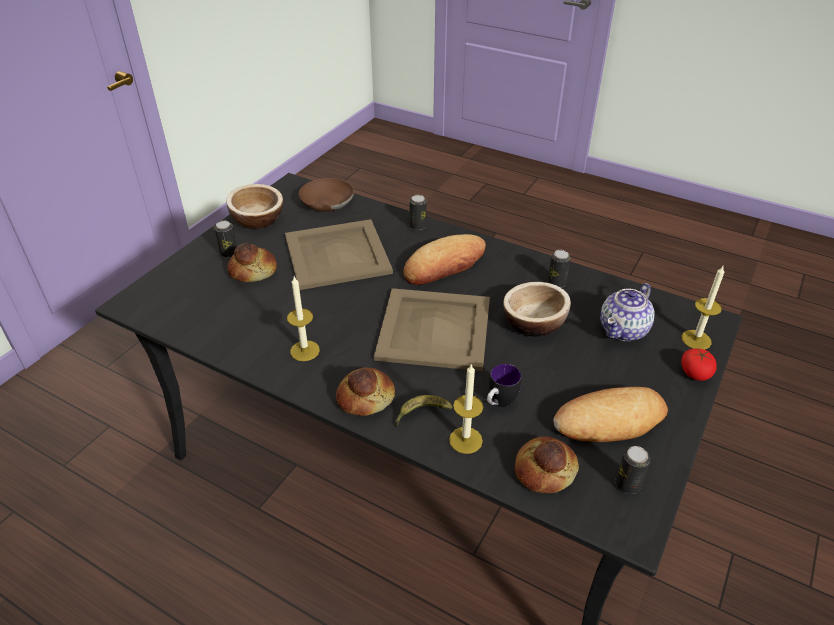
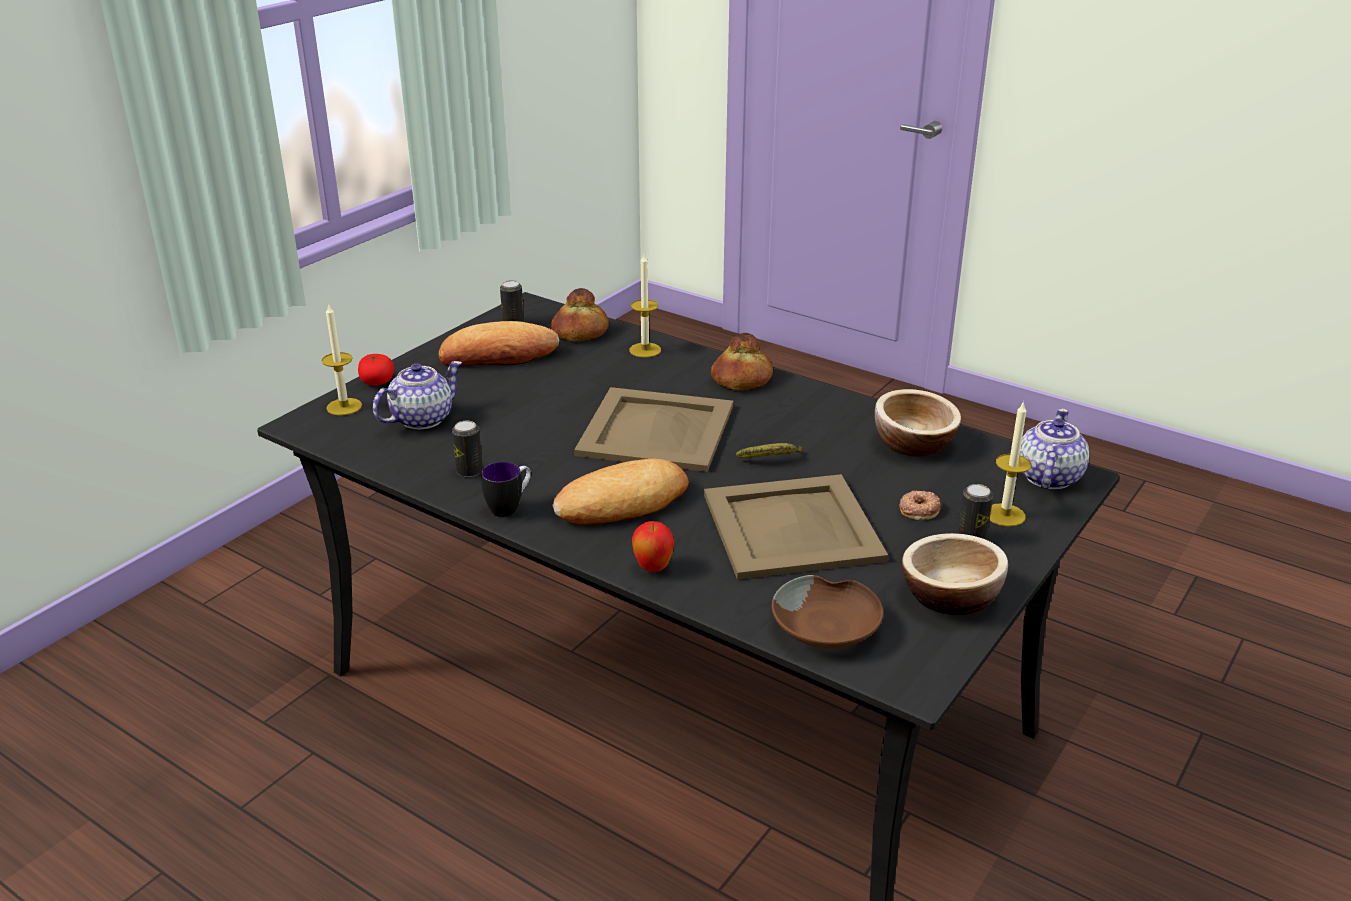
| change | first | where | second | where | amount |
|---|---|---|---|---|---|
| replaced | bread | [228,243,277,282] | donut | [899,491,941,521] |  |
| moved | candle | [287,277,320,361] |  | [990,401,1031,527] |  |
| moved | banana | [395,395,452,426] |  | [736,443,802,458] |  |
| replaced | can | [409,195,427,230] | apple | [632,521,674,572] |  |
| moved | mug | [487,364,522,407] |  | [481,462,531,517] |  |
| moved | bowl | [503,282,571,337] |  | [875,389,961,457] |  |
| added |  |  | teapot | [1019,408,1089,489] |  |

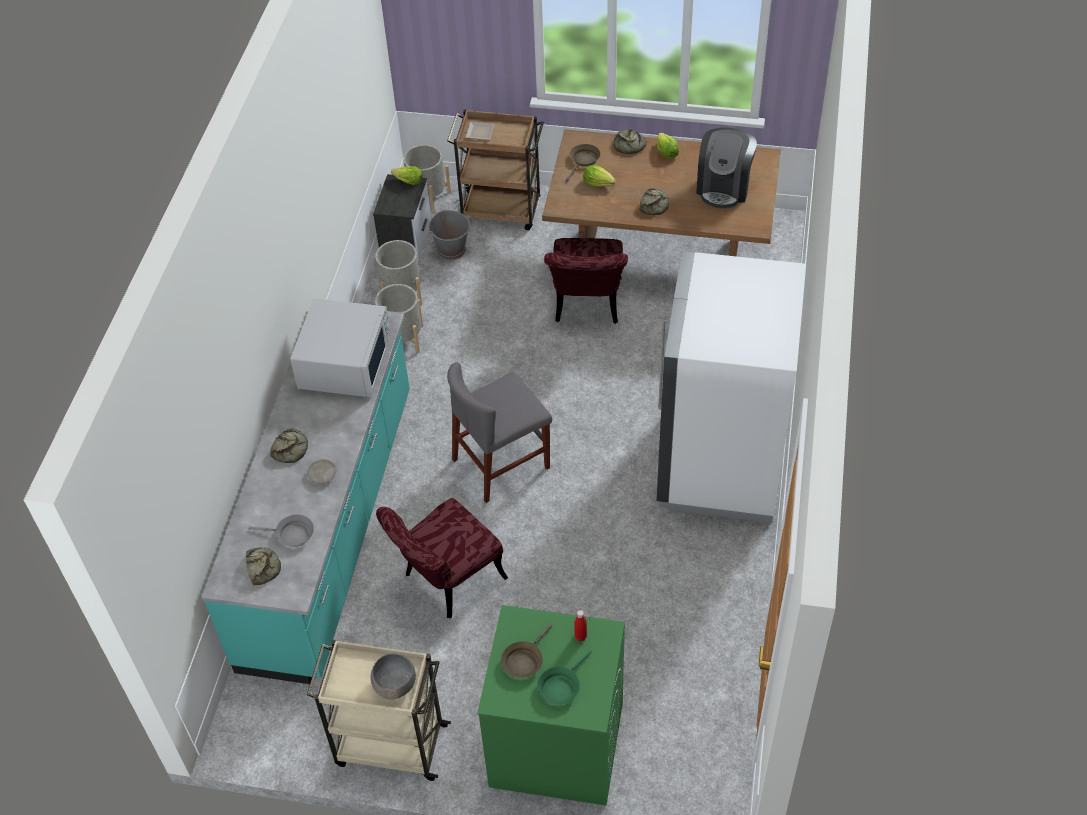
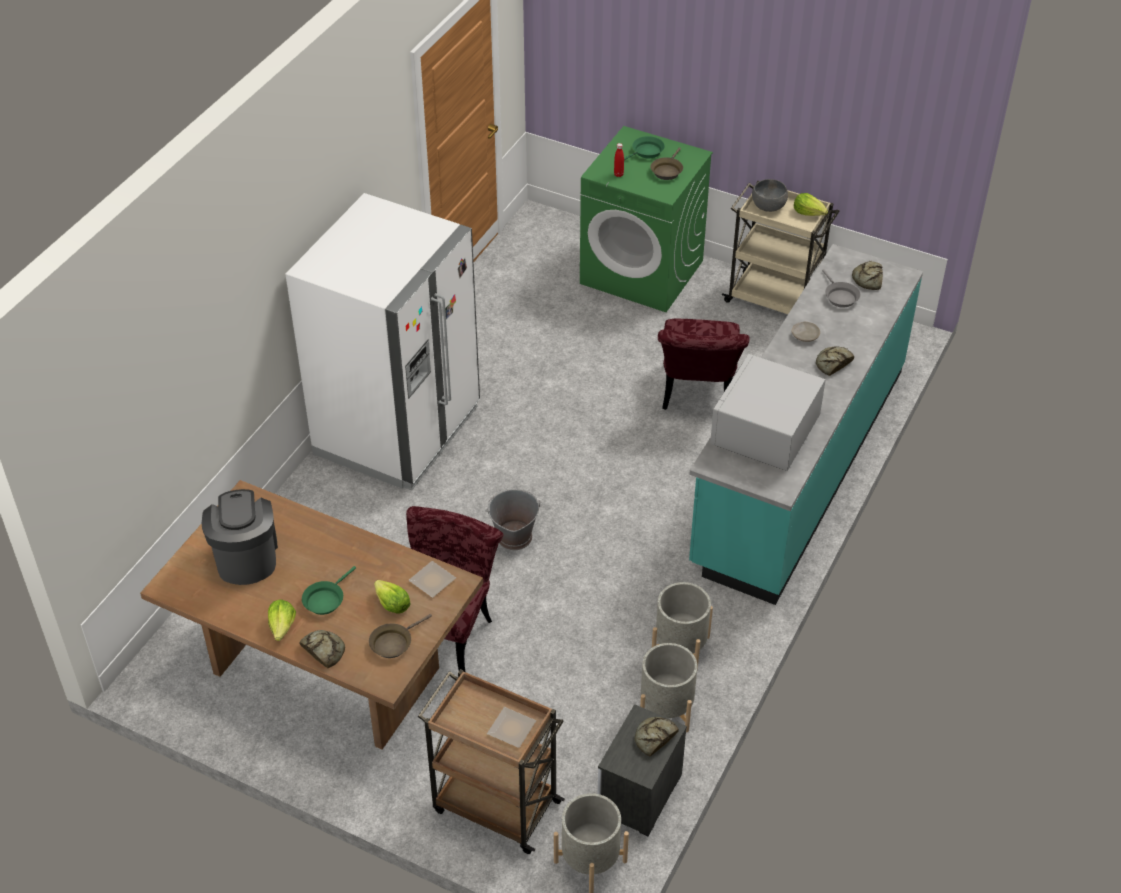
| change | first | where | second | where | amount |
|---|---|---|---|---|---|
| turned | frying pan (grey) | [248,514,314,547] |  | [822,269,860,308] | 135 degrees counterclockwise |
| turned | chair (red) | [376,498,508,618] |  | [658,318,749,410] | 120 degrees clockwise |
| moved | lettuce | [391,166,423,185] |  | [794,193,828,216] |  |
| moved | bucket (grey) | [429,210,471,260] |  | [485,489,542,550] |  |
| removed | chair (grey) | [447,362,552,503] |  |  |  |
| turned | frying pan (brown) | [501,623,553,678] |  | [651,147,683,180] | 150 degrees clockwise |
| moved | bread | [639,188,669,215] |  | [635,717,679,756] |  |
| turned | coffee machine | [696,127,757,209] |  | [202,489,278,585] | 45 degrees counterclockwise |
| added |  |  | frying pan (green) | [302,566,356,615] |  |
| added |  |  | plate | [409,561,456,598] |  |

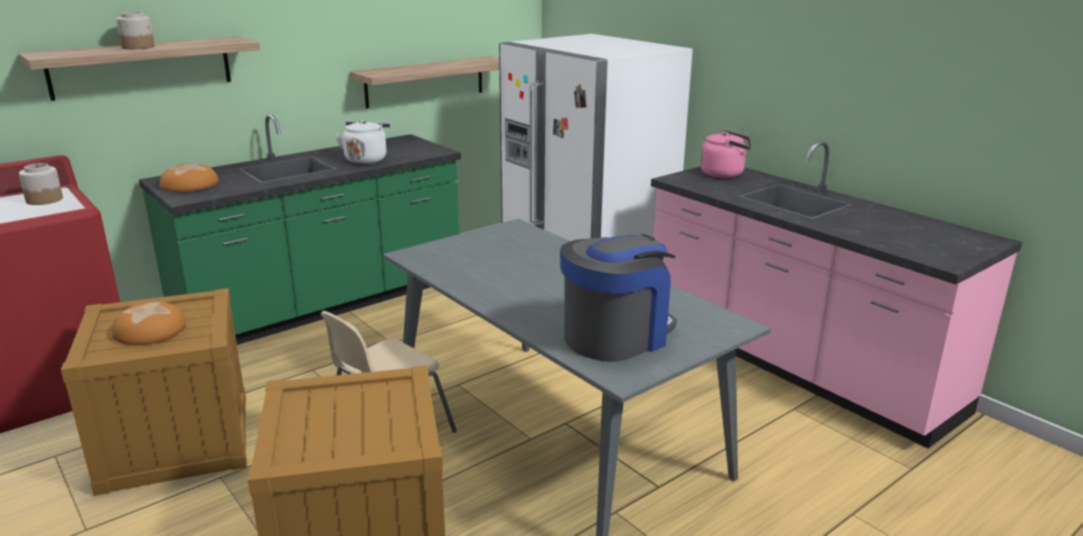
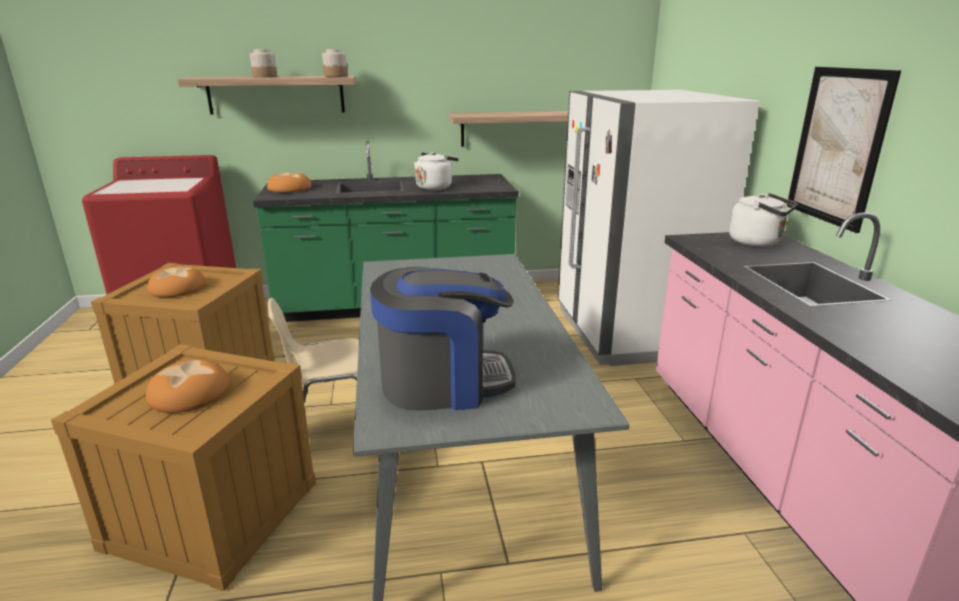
| change | first | where | second | where | amount |
|---|---|---|---|---|---|
| moved | jar | [19,163,63,205] |  | [322,49,348,77] |  |
| recoloured | kettle (pink) | [700,130,751,178] | kettle (white) | [729,193,797,247] |  |
| added |  |  | bread | [146,360,231,413] |  |
| added |  |  | picture | [787,67,901,233] |  |

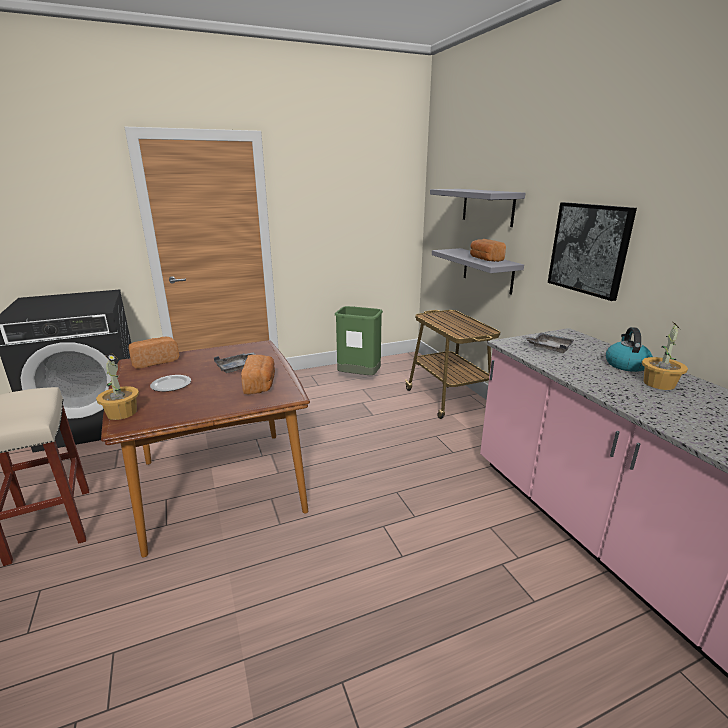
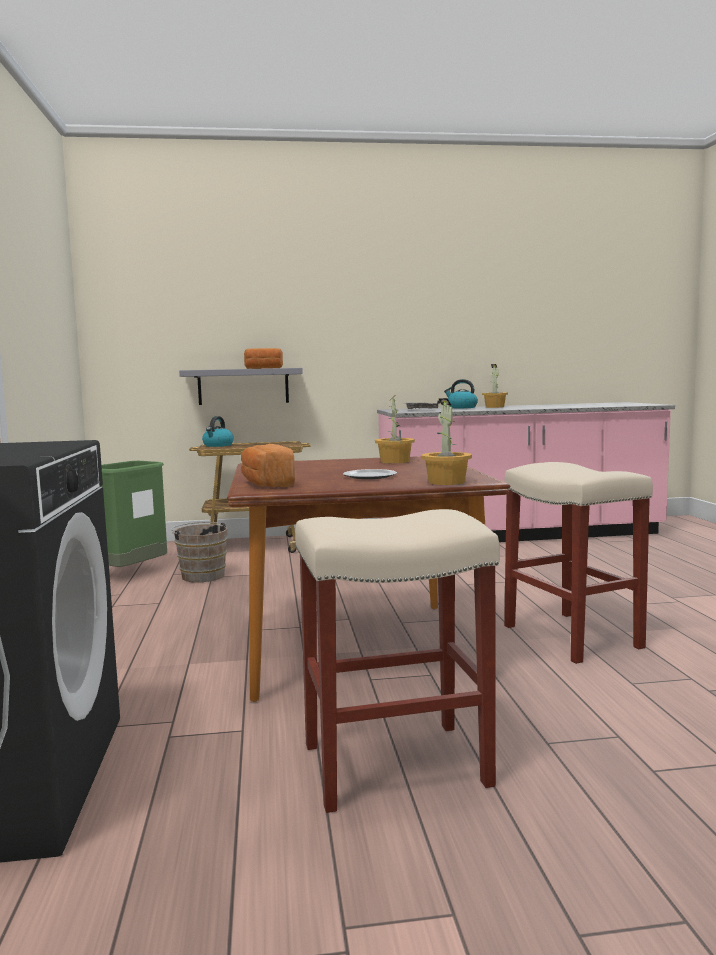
| change | first | where | second | where | amount |
|---|---|---|---|---|---|
| removed | tray (grey) | [214,352,256,373] |  |  |  |
| replaced | bread | [241,355,275,395] | potted plant | [375,398,415,463] |  |
| removed | shelf (grey) | [430,189,525,227] |  |  |  |
| removed | picture | [548,202,637,301] |  |  |  |
| added |  |  | bucket (brown) | [171,522,228,582] |  |
| added |  |  | kettle | [202,416,234,447] |  |
| added |  |  | stool (beige) | [504,462,653,664] |  |

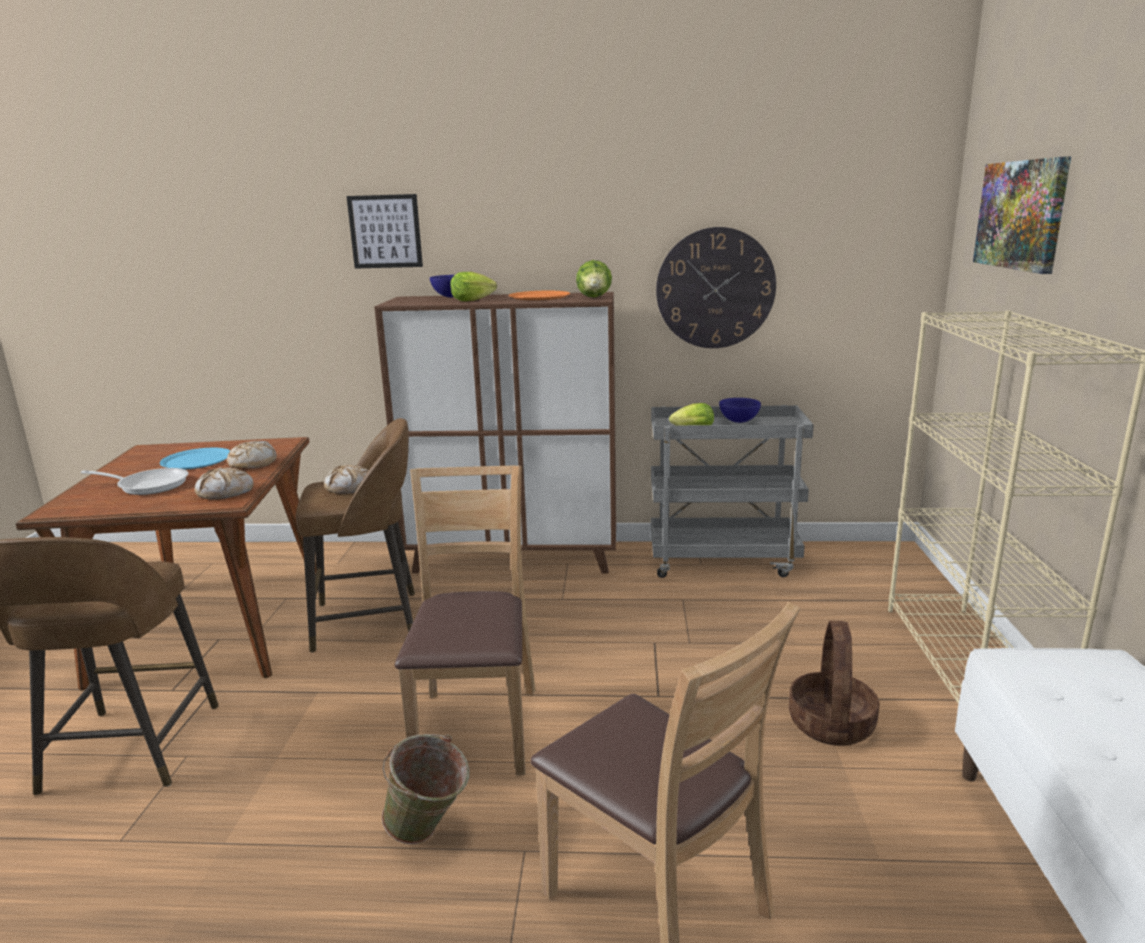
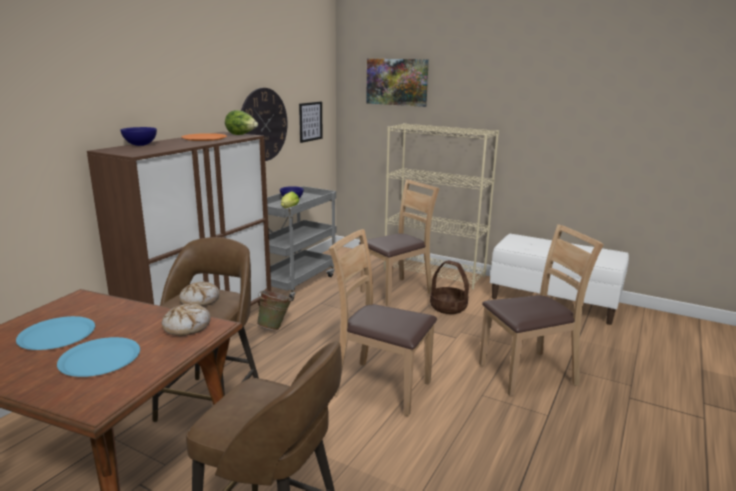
| change | first | where | second | where | amount |
|---|---|---|---|---|---|
| replaced | frying pan | [81,468,188,495] | plate (blue) | [57,337,140,377] |  |
| removed | bread | [227,441,277,468] |  |  |  |
| moved | picture | [346,194,423,269] |  | [299,102,323,143] |  |
| moved | bucket (green) | [382,734,469,844] |  | [257,289,292,330] |  |
| removed | lettuce | [450,272,497,301] |  |  |  |
| added |  |  | chair (brown) | [359,179,440,307] |  |

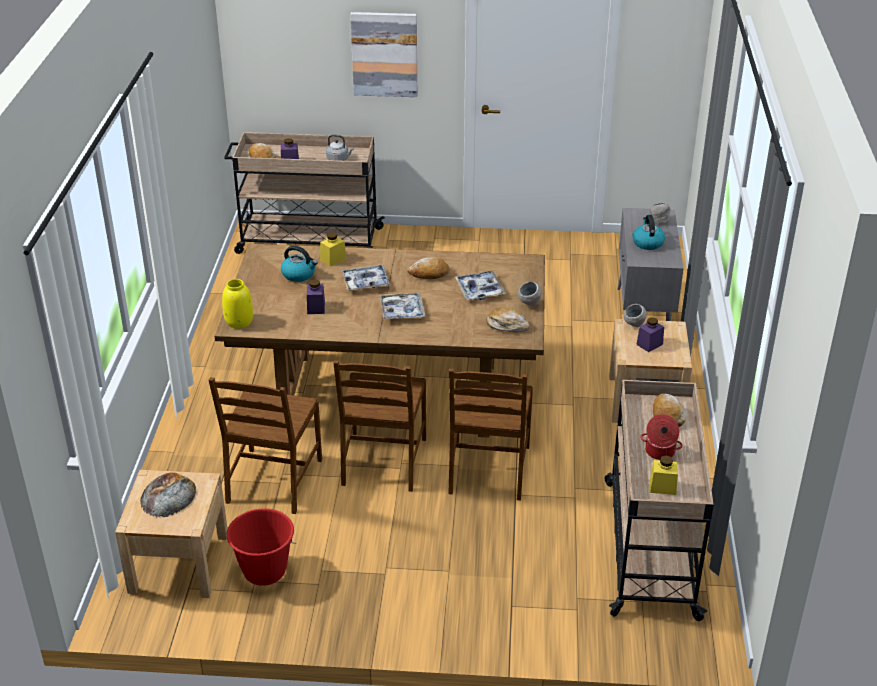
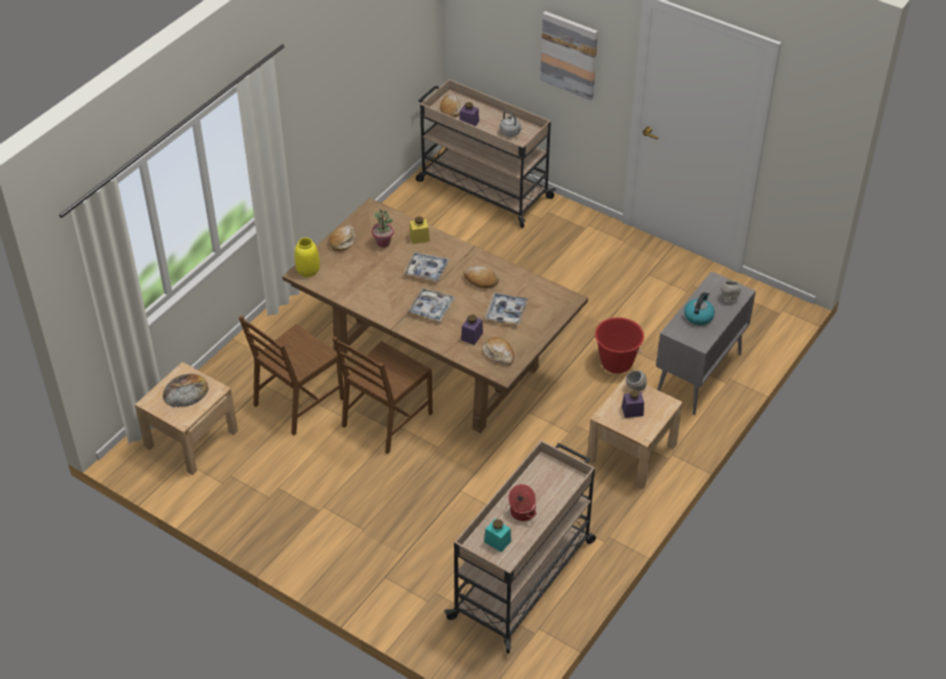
| change | first | where | second | where | amount |
|---|---|---|---|---|---|
| moved | bucket (red) | [227,508,296,586] |  | [595,317,644,373] |  |
| replaced | kettle | [281,246,318,282] | potted plant | [372,210,394,248] |  |
| moved | jar (purple) | [307,279,325,314] |  | [461,314,483,345] |  |
| removed | chair (brown) | [448,368,533,500] |  |  |  |
| removed | bowl (grey) | [518,282,542,306] |  |  |  |
| recoloured | jar (yellow) | [650,455,678,495] | jar (turquoise) | [484,519,511,552] |  |
| moved | bread | [653,394,686,427] |  | [329,225,356,252] |  |

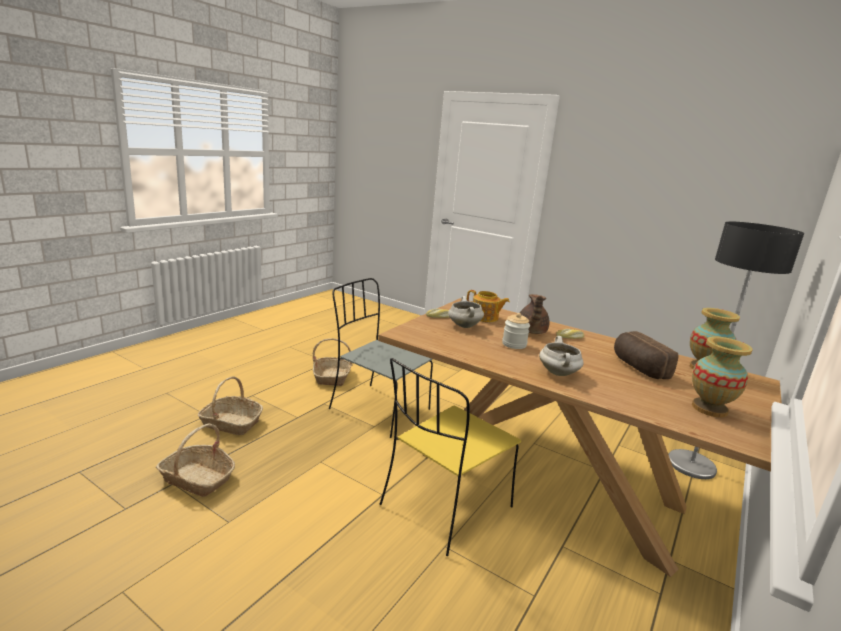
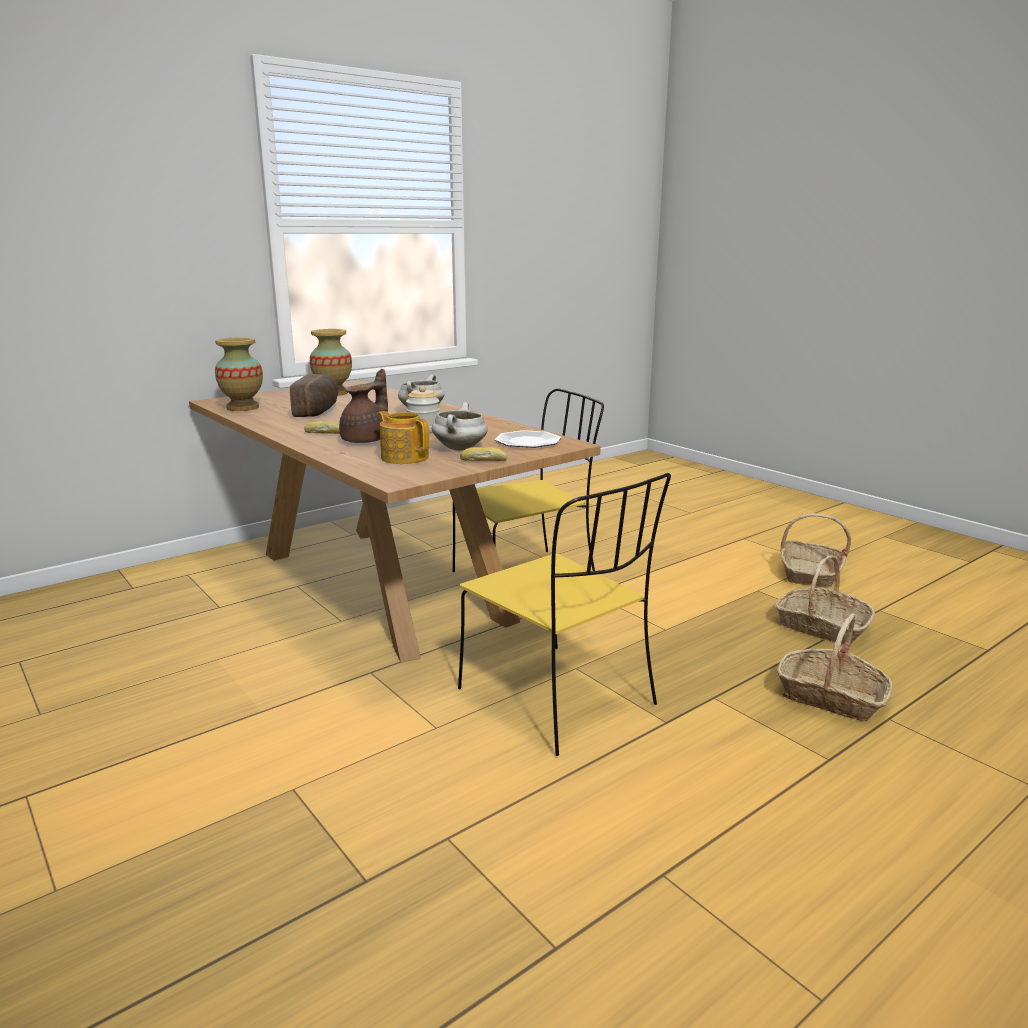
| change | first | where | second | where | amount |
|---|---|---|---|---|---|
| moved | basket | [313,338,353,386] |  | [780,513,851,588] |  |
| recoloured | chair (grey) | [329,278,433,438] | chair (yellow) | [458,473,671,756] |  |
| removed | floor lamp | [668,221,804,479] |  |  |  |
| added |  |  | plate | [494,430,561,448] |  |

